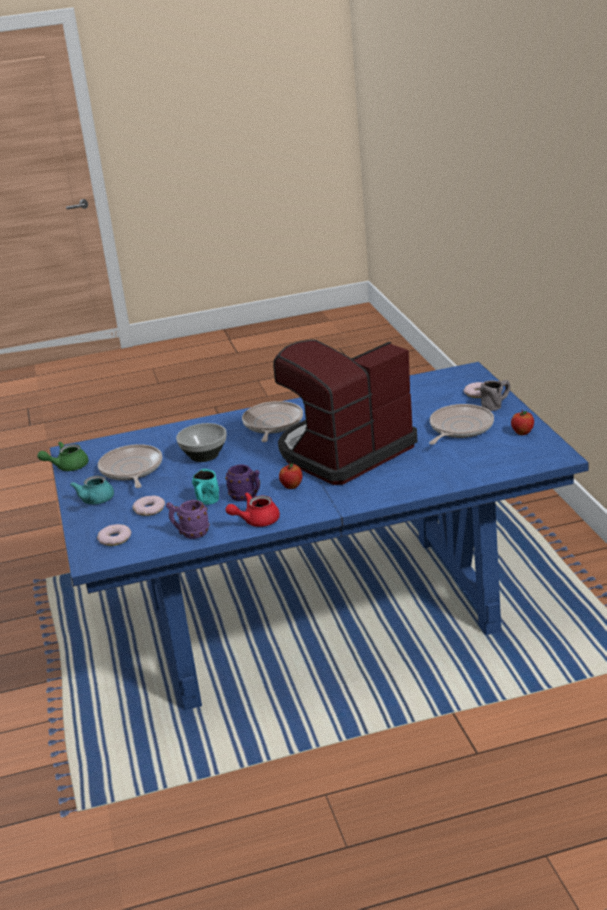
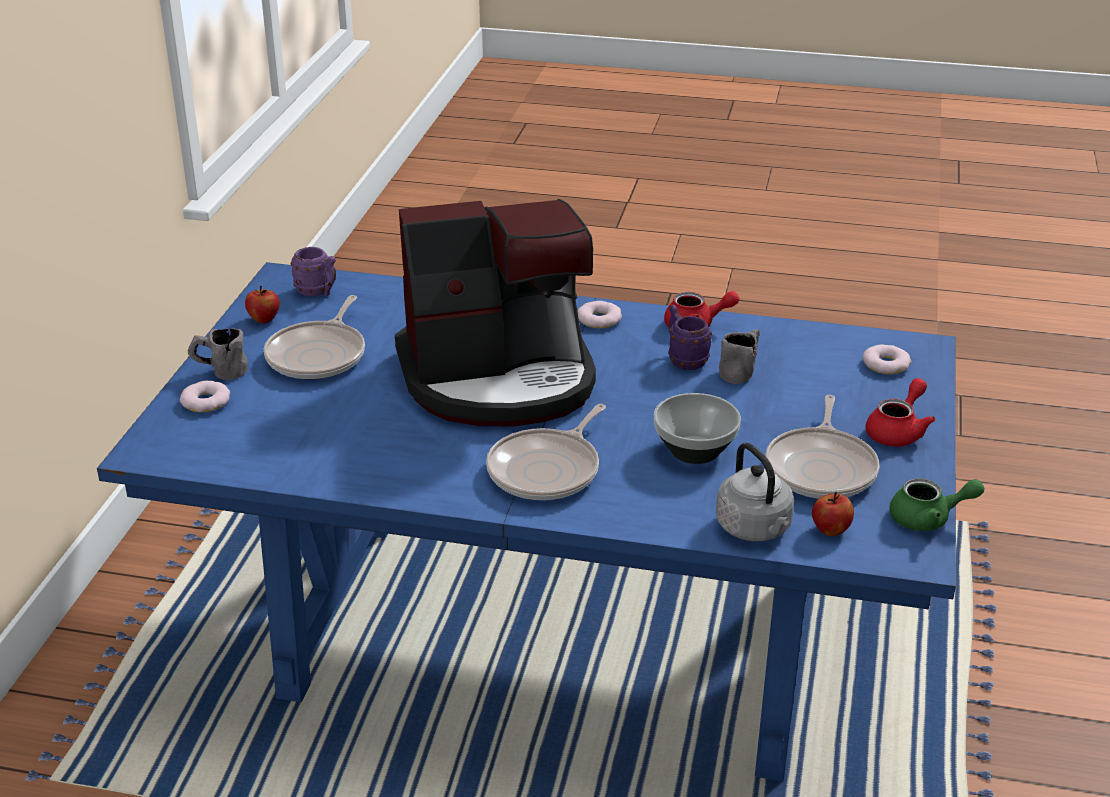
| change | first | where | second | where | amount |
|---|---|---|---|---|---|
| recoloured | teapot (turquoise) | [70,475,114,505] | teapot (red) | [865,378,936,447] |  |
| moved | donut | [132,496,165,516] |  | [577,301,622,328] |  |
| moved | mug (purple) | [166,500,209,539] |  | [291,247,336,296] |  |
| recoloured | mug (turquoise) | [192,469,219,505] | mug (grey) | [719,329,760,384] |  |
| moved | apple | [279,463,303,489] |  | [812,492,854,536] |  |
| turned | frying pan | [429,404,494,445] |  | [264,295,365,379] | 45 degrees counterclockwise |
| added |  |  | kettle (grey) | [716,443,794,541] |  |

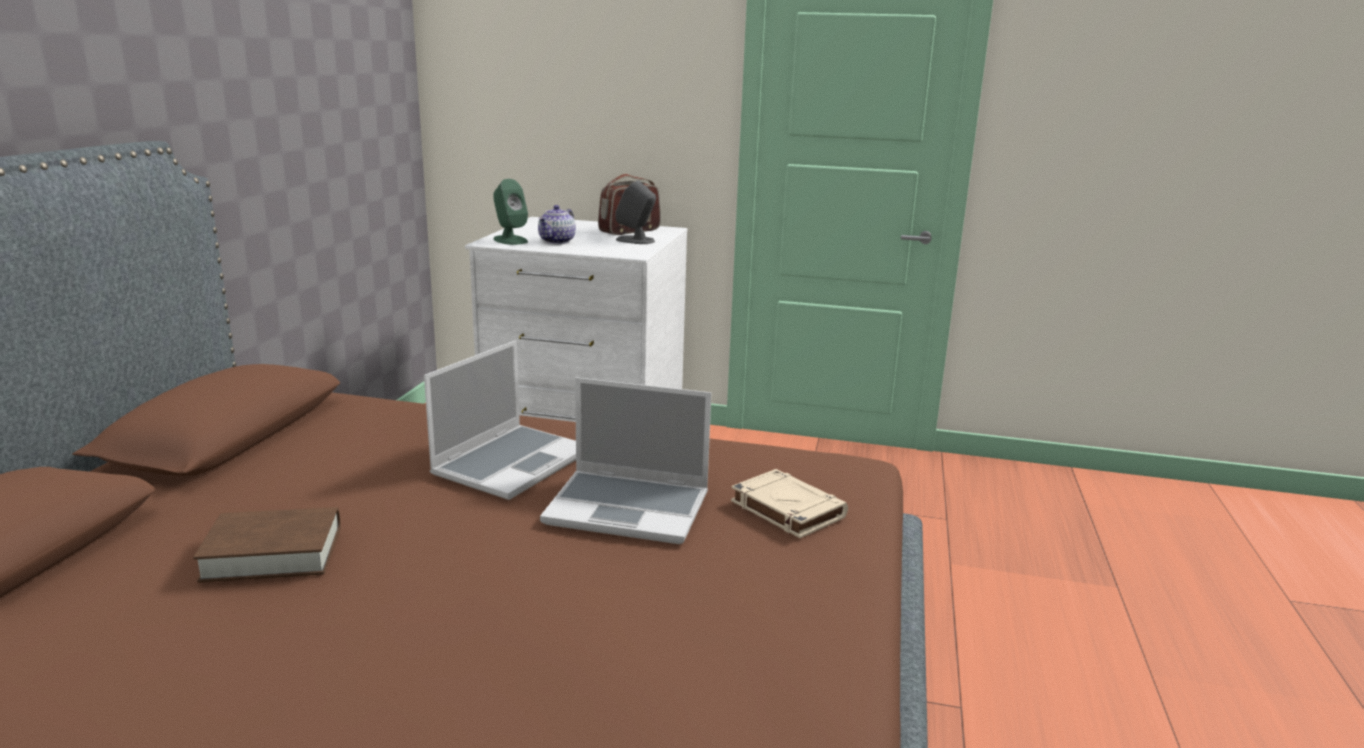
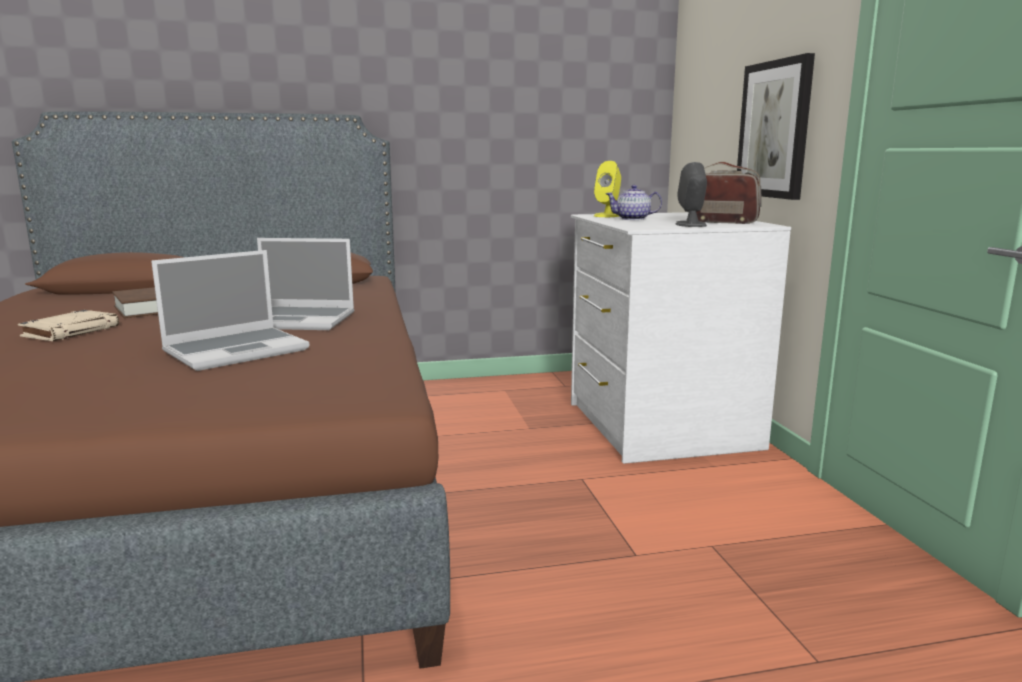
| change | first | where | second | where | amount |
|---|---|---|---|---|---|
| recoloured | speaker (green) | [493,179,528,245] | speaker (yellow) | [594,161,621,217] |  |
| turned | laptop | [540,377,711,544] |  | [151,250,310,371] | 120 degrees counterclockwise |
| moved | book (beige) | [731,469,848,538] |  | [18,310,119,341] |  |
| added |  |  | picture | [737,53,815,200] |  |

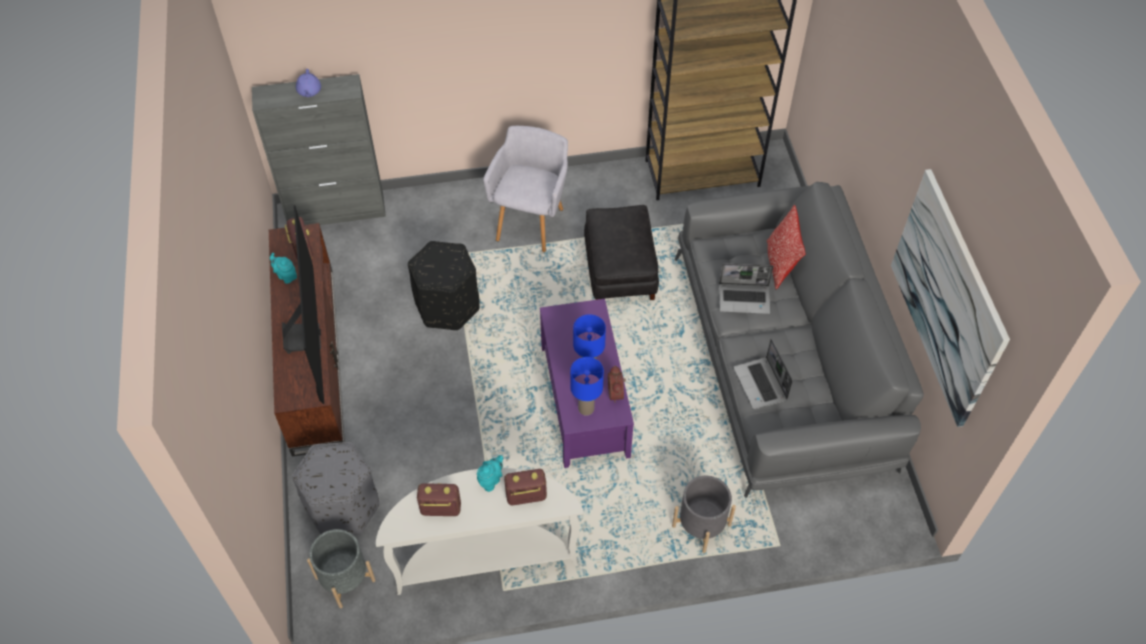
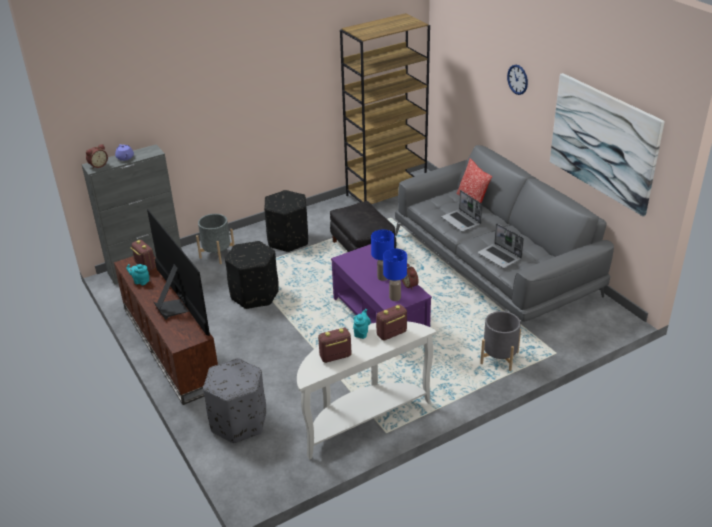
| change | first | where | second | where | amount |
|---|---|---|---|---|---|
| moved | planter (grey) | [307,529,376,608] |  | [196,214,235,264] |  |
| replaced | armchair (grey) | [483,126,568,252] | ottoman (black) | [264,190,308,252] |  |
| turned | laptop | [719,263,774,314] |  | [441,190,483,232] | 75 degrees clockwise |
| added |  |  | alarm clock | [86,144,108,168] |  |
| added |  |  | wall clock | [507,65,528,95] |  |

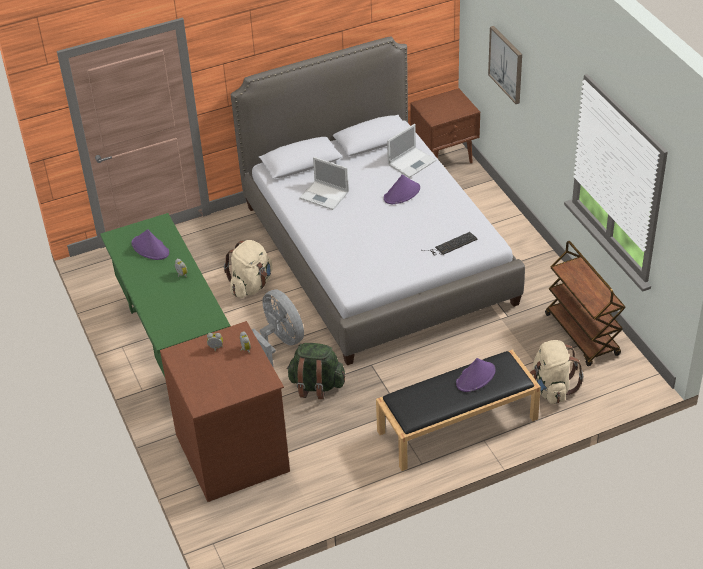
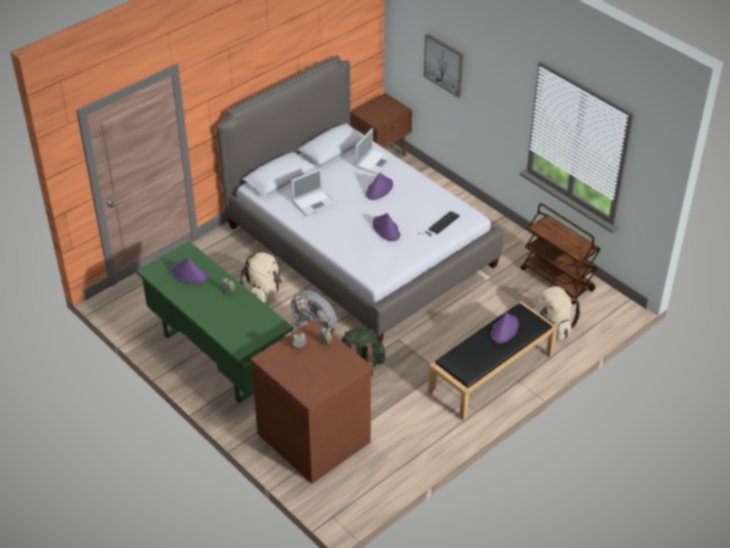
| change | first | where | second | where | amount |
|---|---|---|---|---|---|
| turned | laptop | [299,157,349,210] |  | [291,168,336,216] | 45 degrees counterclockwise |
| added |  |  | hat (purple) | [373,213,400,241] |  |

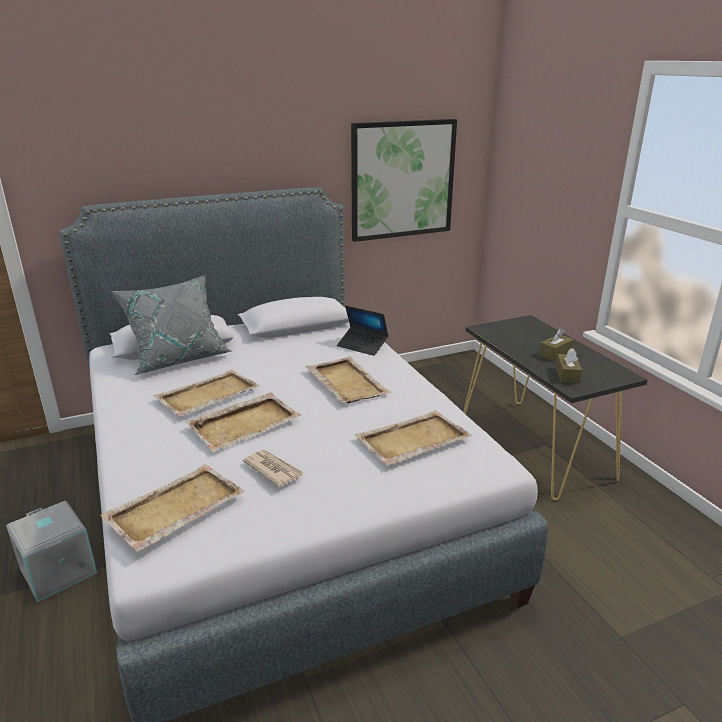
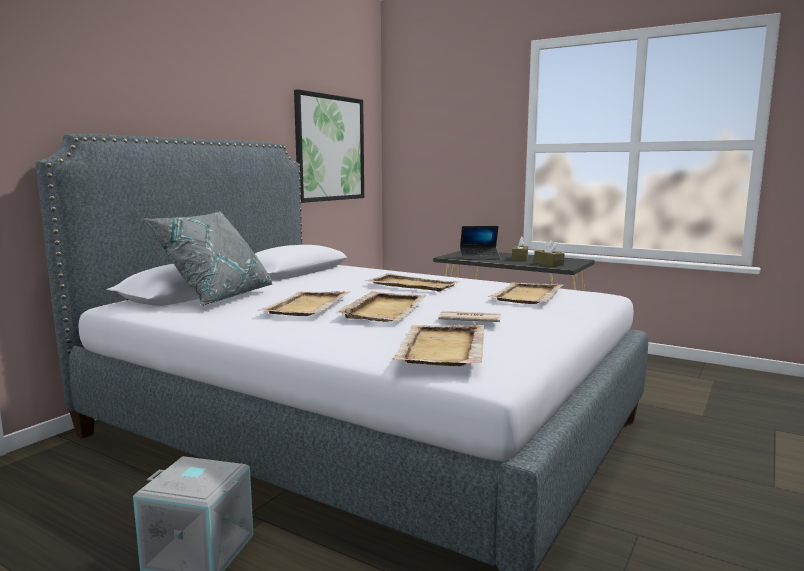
| change | first | where | second | where | amount |
|---|---|---|---|---|---|
| moved | laptop | [337,306,389,356] |  | [460,226,501,260] |  |

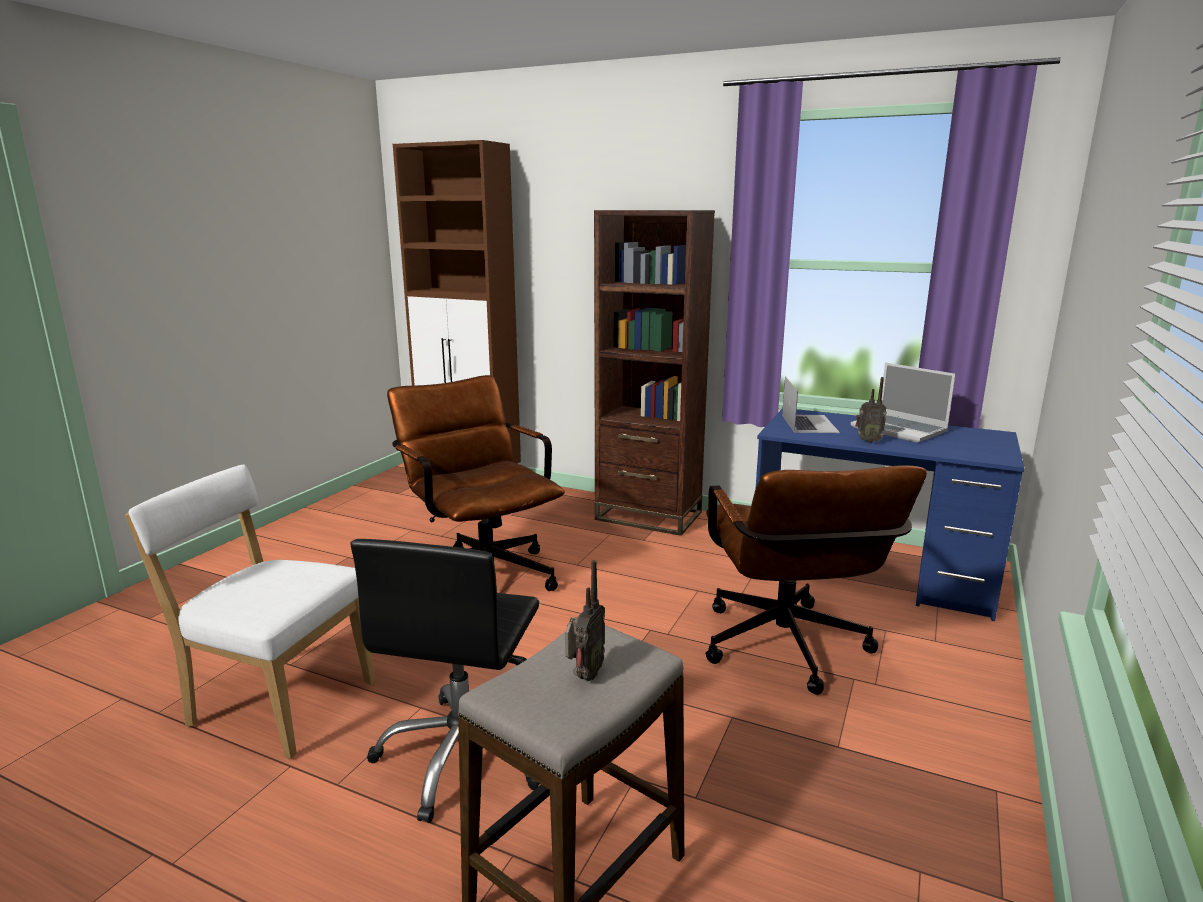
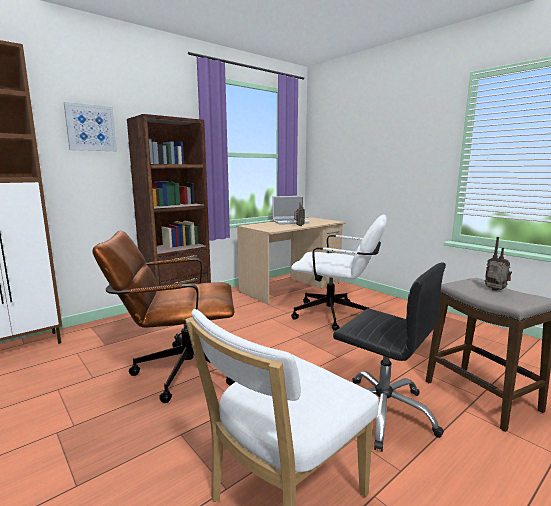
| change | first | where | second | where | amount |
|---|---|---|---|---|---|
| recoloured | office chair (brown) | [705,465,927,695] | office chair (white) | [291,215,387,331] |  |
| recoloured | desk (blue) | [756,408,1024,621] | desk (beige) | [236,217,345,305] |  |
| removed | laptop | [782,377,840,433] |  |  |  |
| added |  |  | picture | [64,102,117,151] |  |

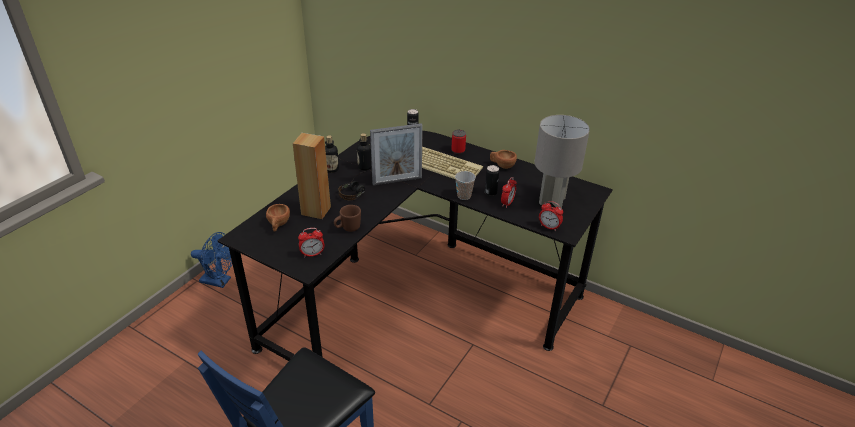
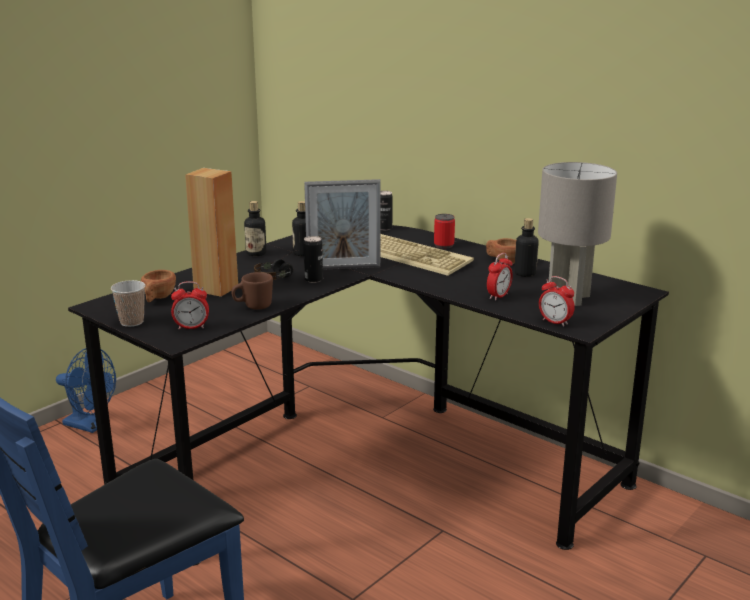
| change | first | where | second | where | amount |
|---|---|---|---|---|---|
| moved | cup | [455,171,476,200] |  | [111,280,146,327] |  |
| moved | can | [485,165,499,196] |  | [303,236,323,283] |  |
| added |  |  | bottle | [514,218,538,277] |  |

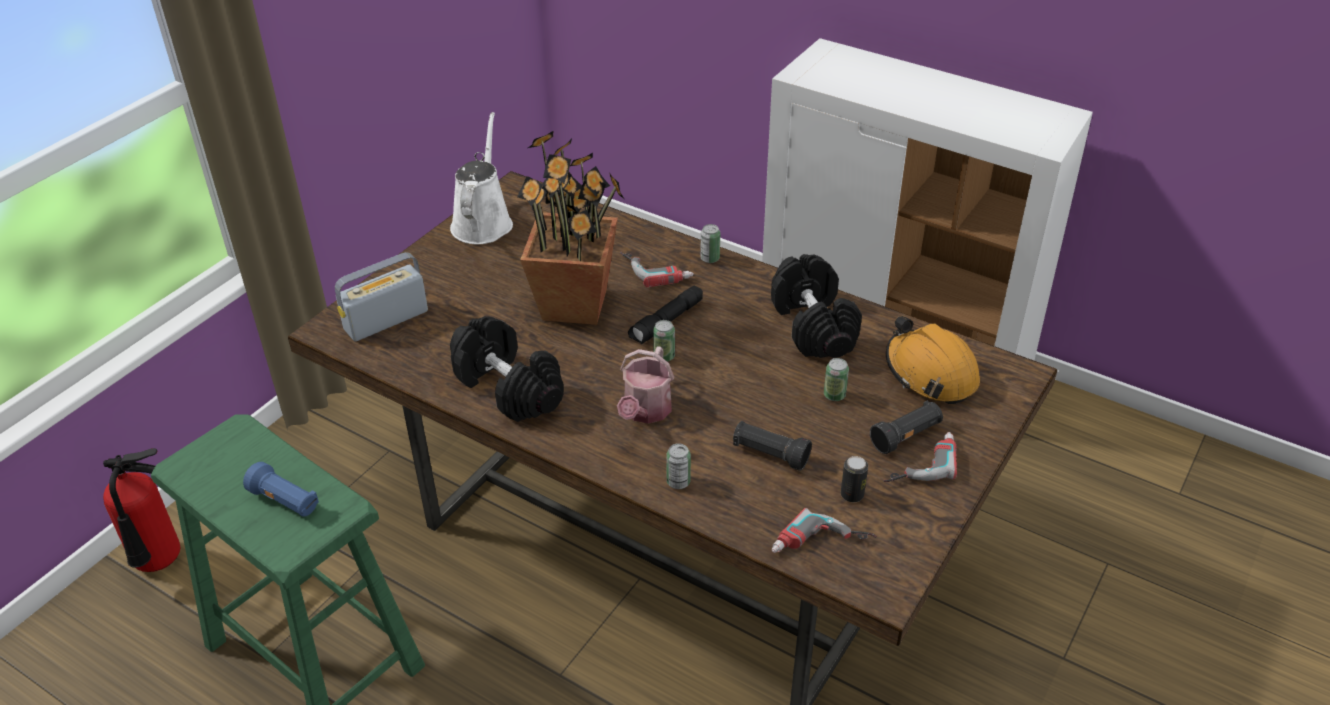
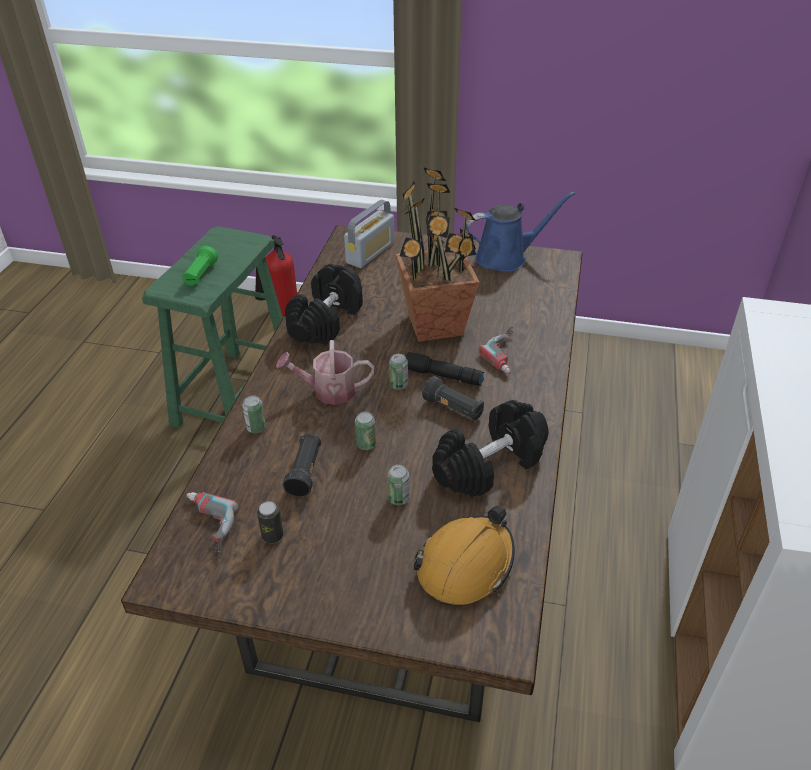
| change | first | where | second | where | amount |
|---|---|---|---|---|---|
| recoloured | flashlight (blue) | [243,462,319,517] | flashlight (green) | [182,246,218,286] |  |
| turned | radio | [335,252,428,341] |  | [344,199,395,268] | 90 degrees clockwise |
| recoloured | watering can (white) | [450,112,513,244] | watering can (blue) | [466,192,575,272] |  |
| moved | can | [700,224,720,263] |  | [355,412,376,450] |  |
| moved | flashlight (black) | [870,400,943,454] |  | [422,376,484,420] |  |
| removed | power drill | [884,432,957,482] |  |  |  |

